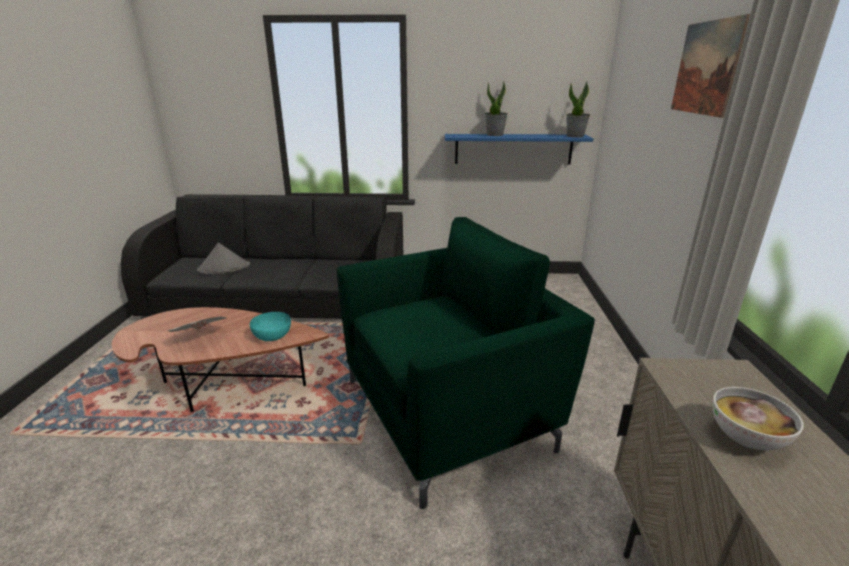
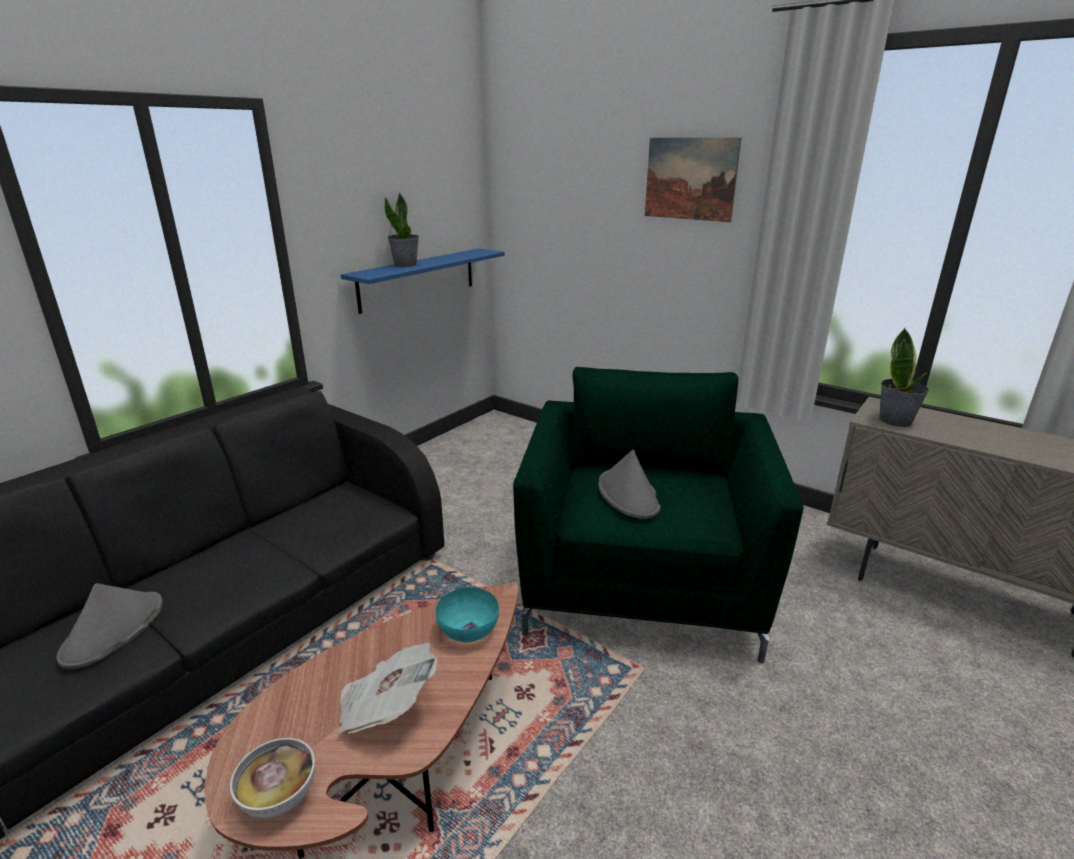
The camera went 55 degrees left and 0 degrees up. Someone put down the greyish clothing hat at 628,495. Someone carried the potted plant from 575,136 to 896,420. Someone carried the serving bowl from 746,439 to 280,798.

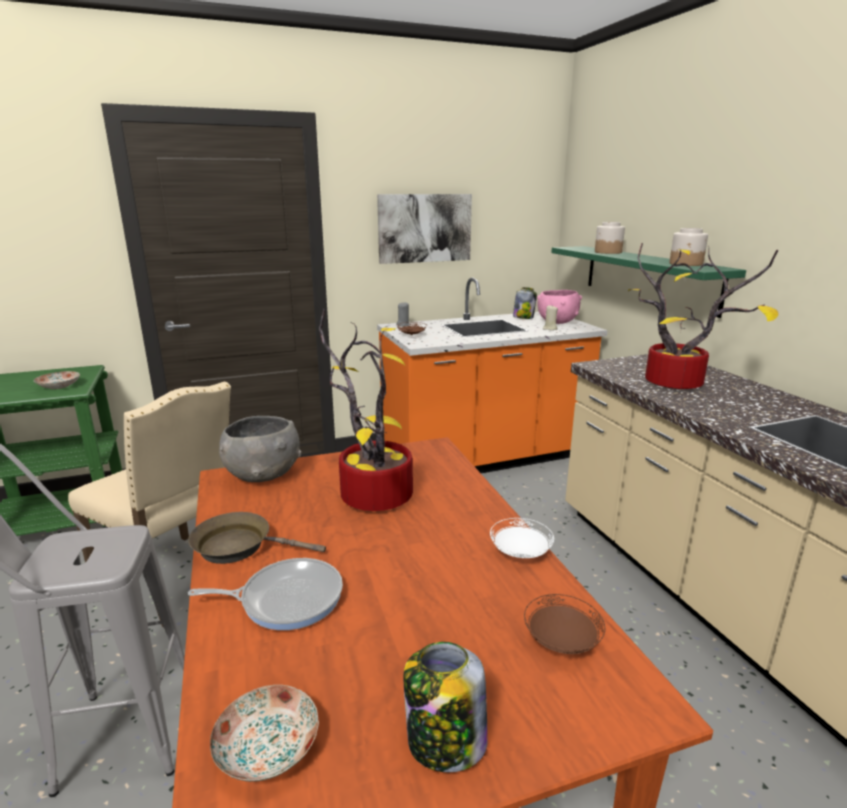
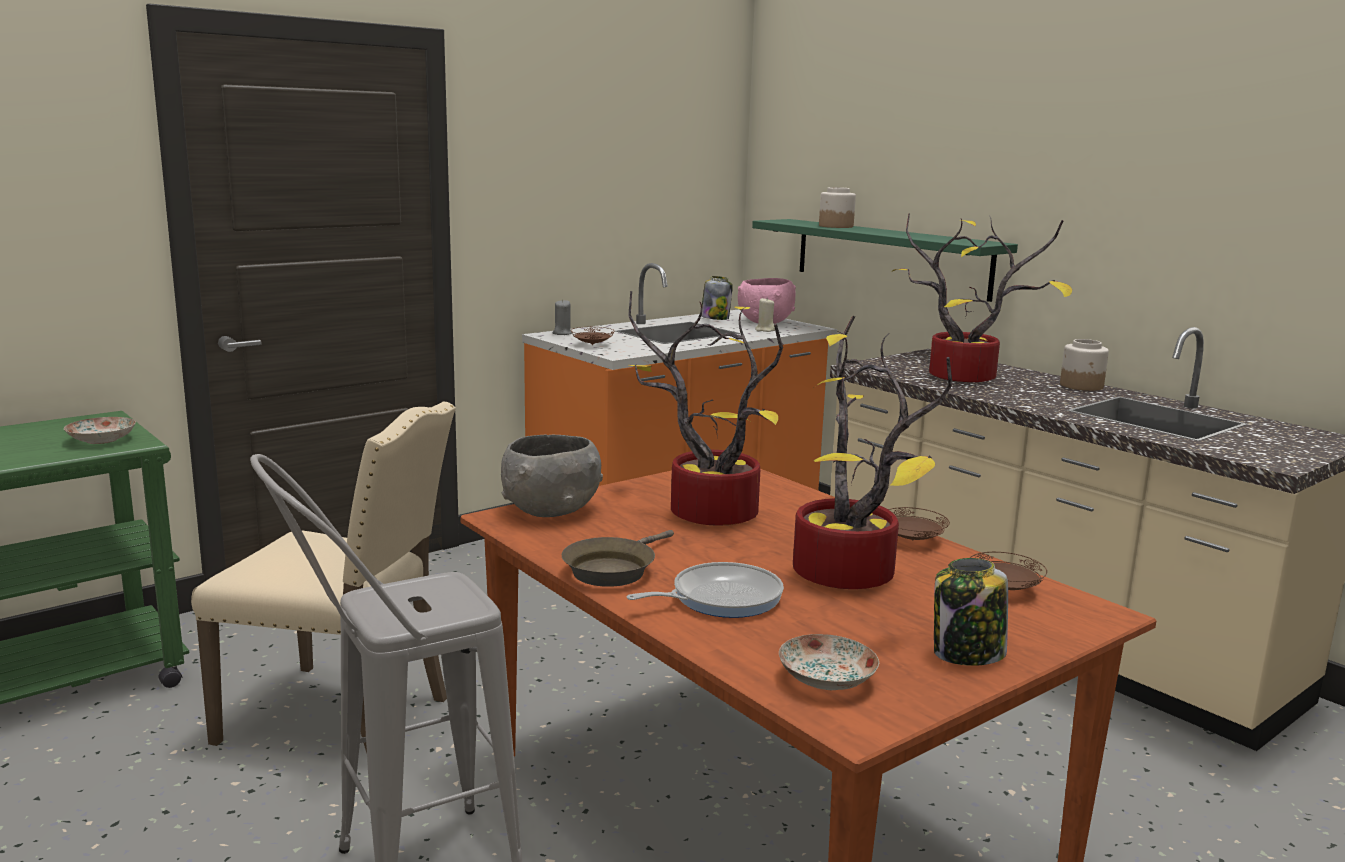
The camera went 20 degrees left and 5 degrees down. Someone took away the wall picture at 424,228. Someone put down the potted plant at 852,577. Someone carried the jar from 686,264 to 1082,386. Someone repainted the white-coloured dinner plate at 520,553, which became the brown dinner plate at 912,540. Someone rotated the brown pan at 239,546 by 45 degrees counterclockwise.

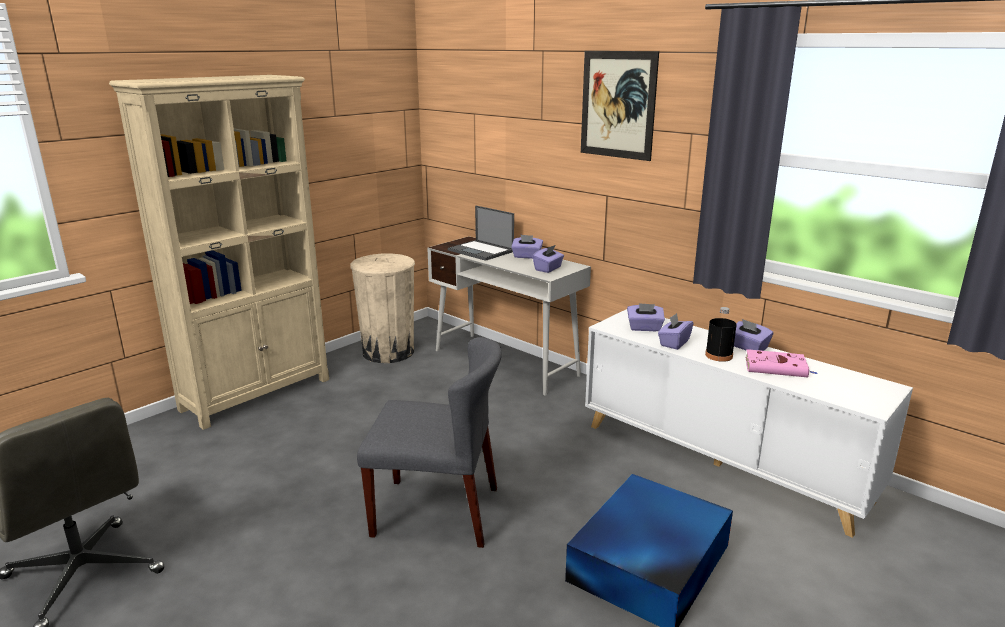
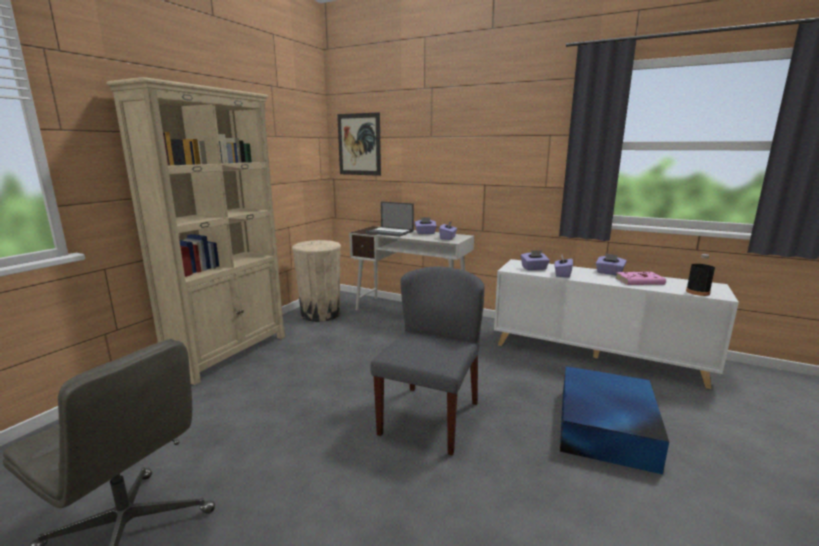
The camera went 15 degrees left and 5 degrees down. Someone carried the wall picture from 618,105 to 359,144. Someone carried the blackish beverage bottle from 718,355 to 697,292. Someone rotated the greyish chair at 437,511 by 60 degrees counterclockwise.

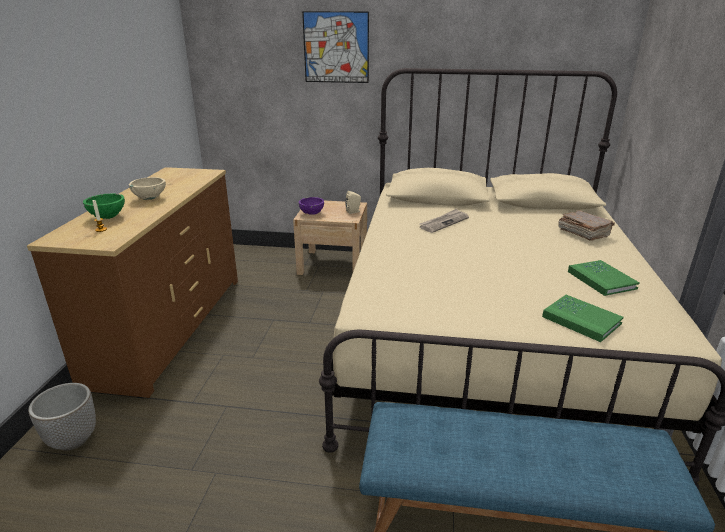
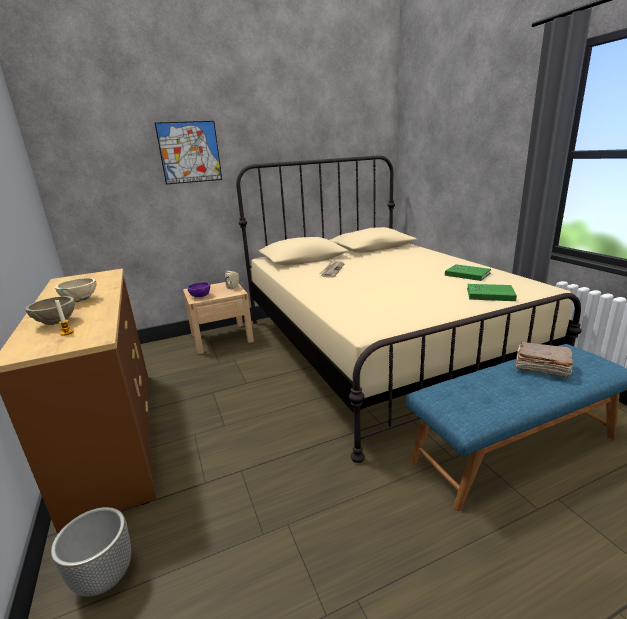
The camera went 30 degrees left and 5 degrees down. Someone carried the brown book from 583,233 to 541,367. Someone repainted the greenish serving bowl at 108,217, which became the sand-coloured serving bowl at 57,323.

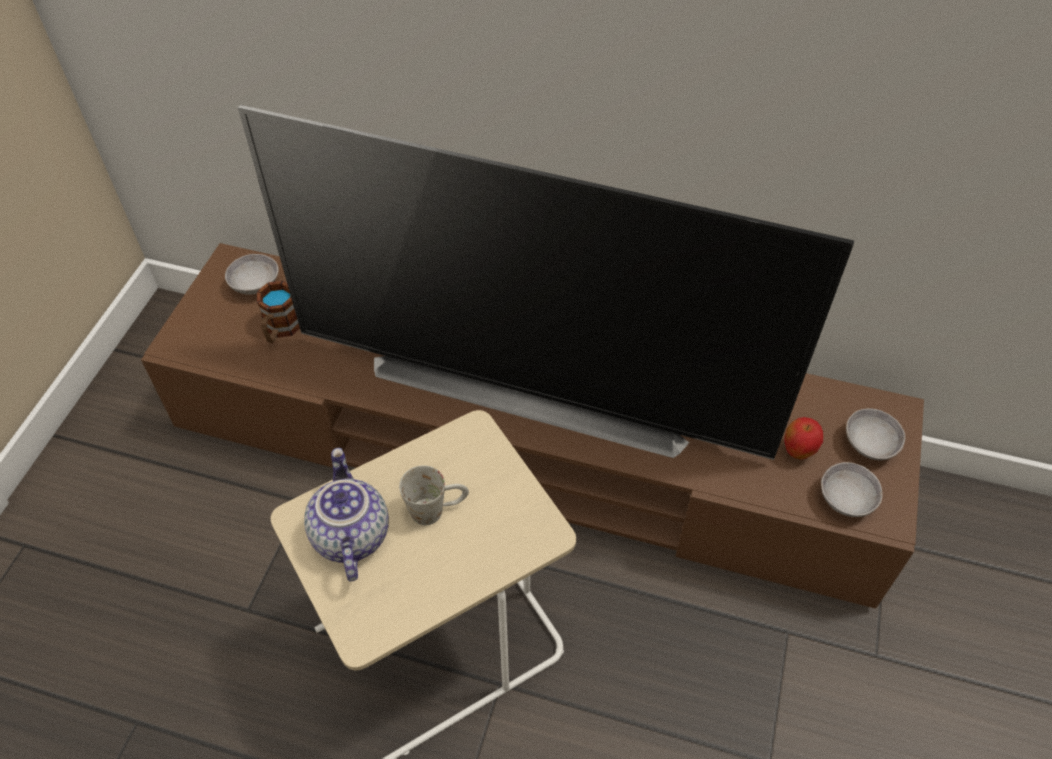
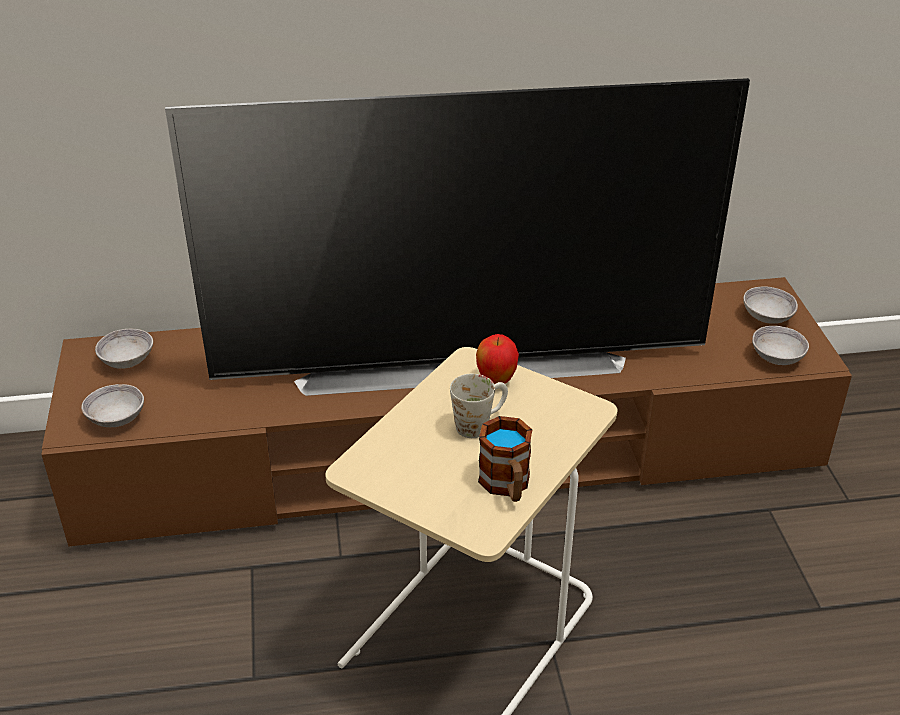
The camera went 25 degrees left and 15 degrees down. Someone took away the pot for tea at 349,535. Someone put down the greyish serving bowl at 116,419. Someone carried the coffee mug from 280,329 to 507,486. Someone carried the apple from 797,452 to 496,381.

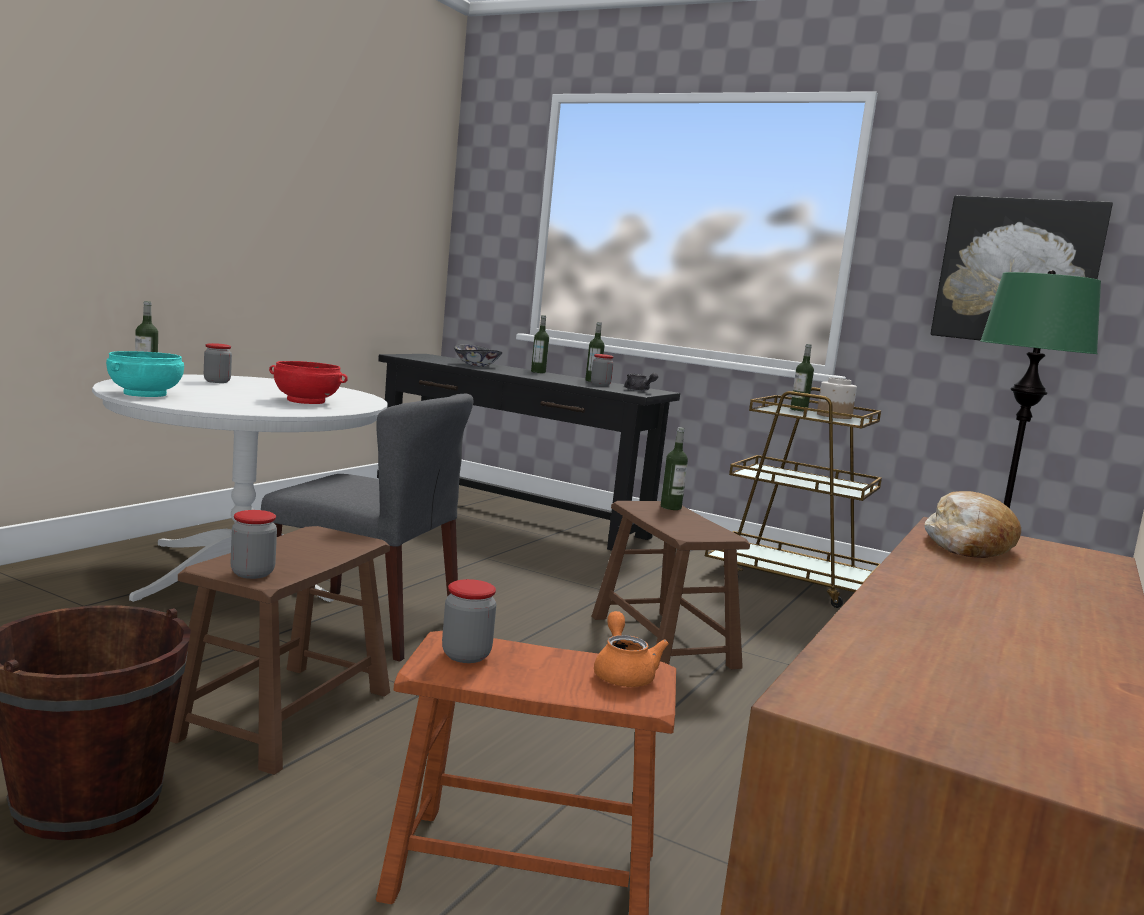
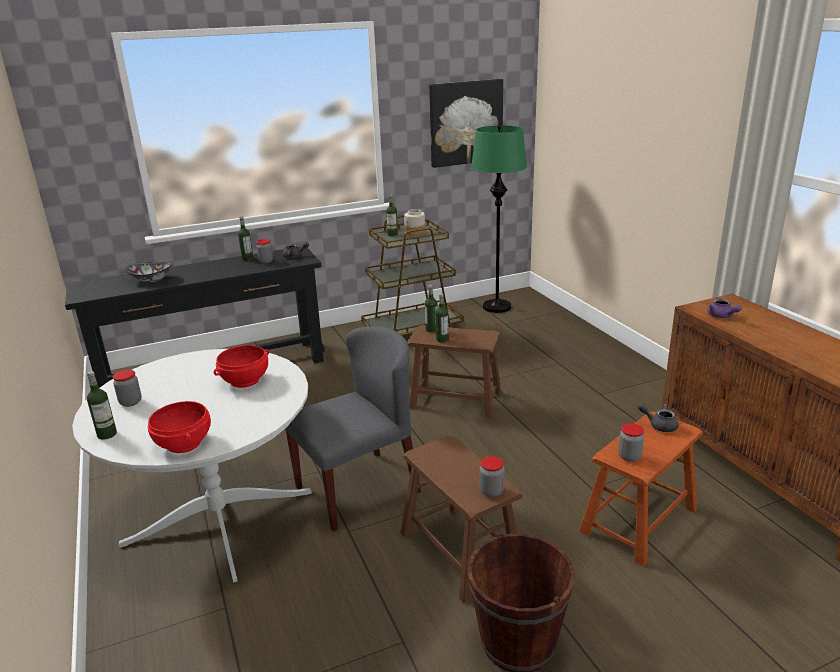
The camera went 50 degrees left and 15 degrees up. Someone carried the beverage bottle from 538,372 to 442,340. Someone swapped the bakery bread at 968,546 for the purple pot for tea at 722,316. Someone repainted the turquoise serving bowl at 145,394, which became the red-coloured serving bowl at 185,443. Someone repainted the orange-coloured pot for tea at 623,673, which became the greyish pot for tea at 659,425.

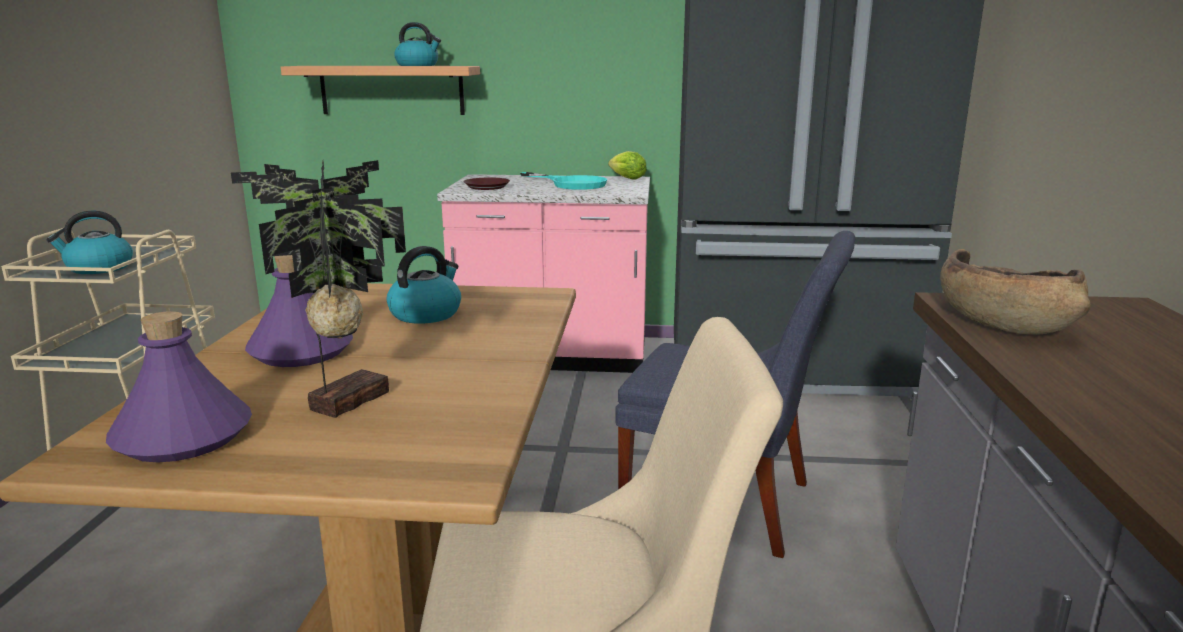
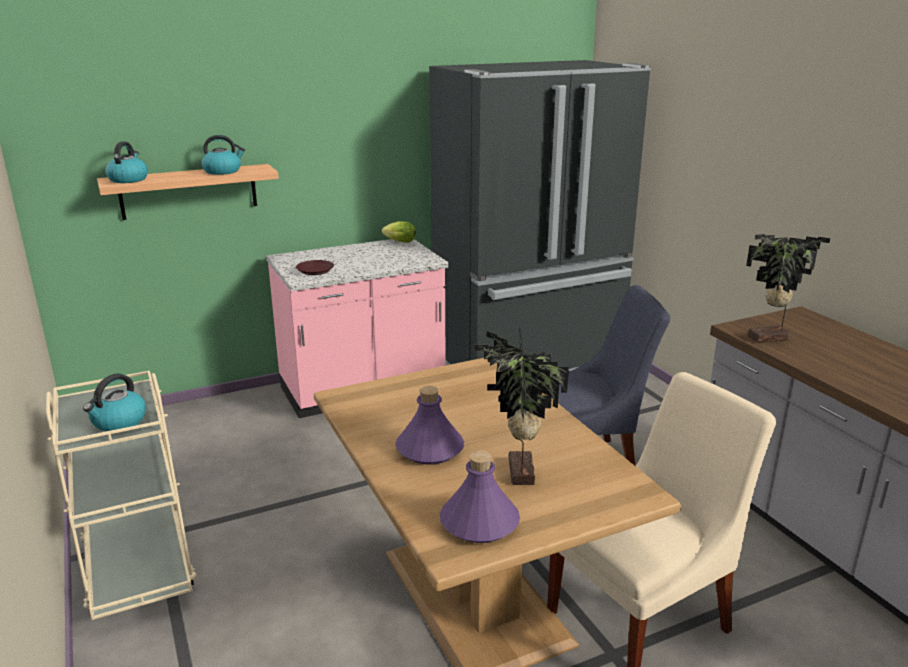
The camera went 30 degrees left and 5 degrees up. Someone took away the turquoise pan at 571,184. Someone carried the tea kettle from 426,314 to 128,179. Someone swapped the brown serving bowl at 1002,322 for the potted plant at 770,339.

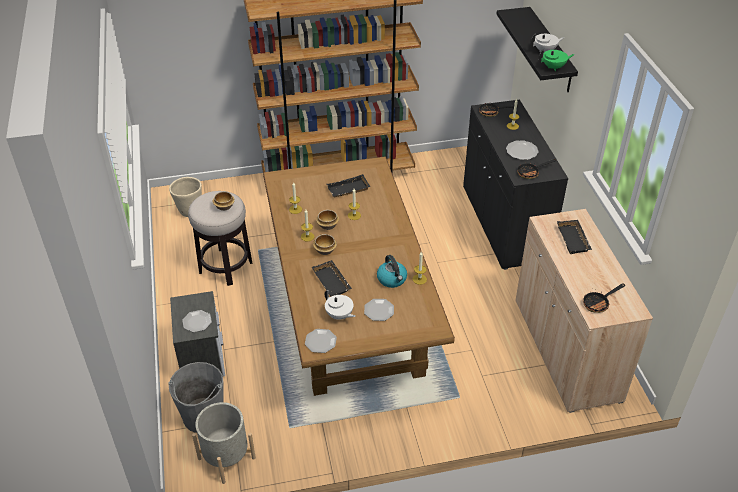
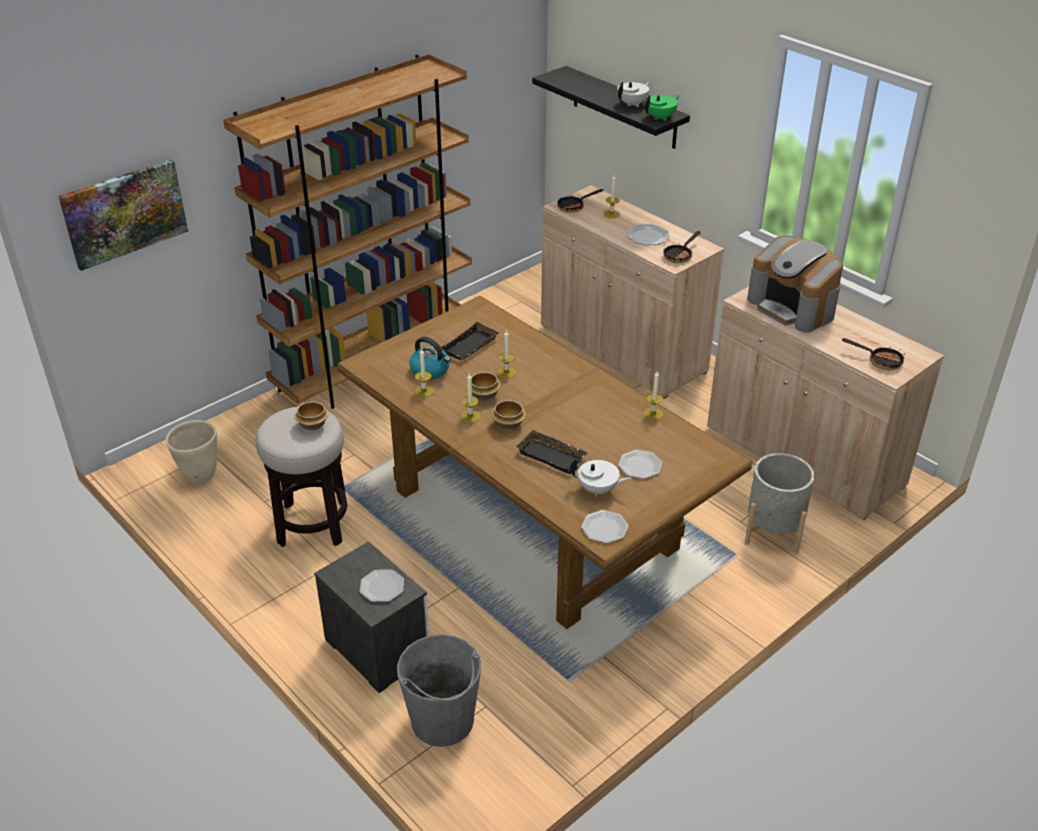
The camera went 30 degrees left and 5 degrees down. Someone put up the wall picture at 124,213. Someone carried the greyish flower pot from 226,458 to 773,531. Someone carried the tea kettle from 392,279 to 431,370. Someone swapped the blackish carrying tray at 574,240 for the coffee brewer at 792,307. Someone repainted the blackish cupboard at 504,224, which became the sand-coloured cupboard at 622,349. Someone rotated the pan at 598,303 by 90 degrees counterclockwise.

